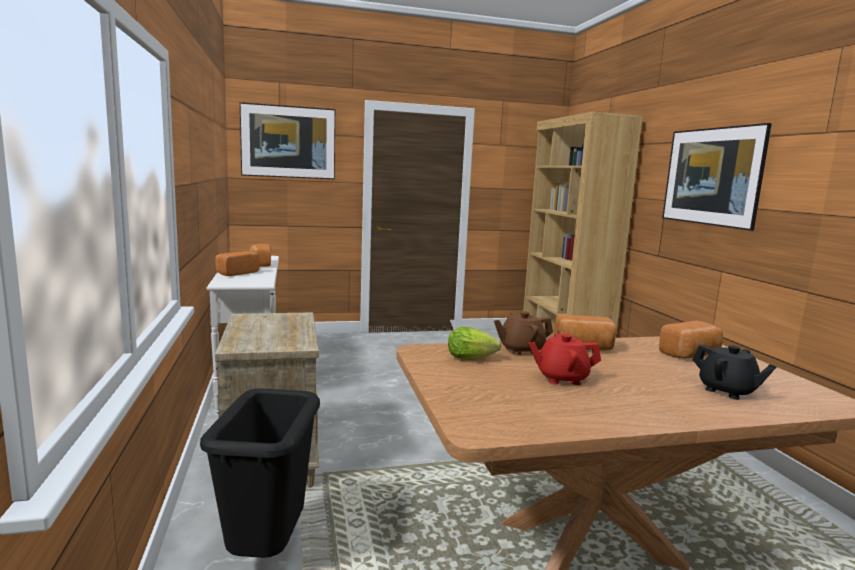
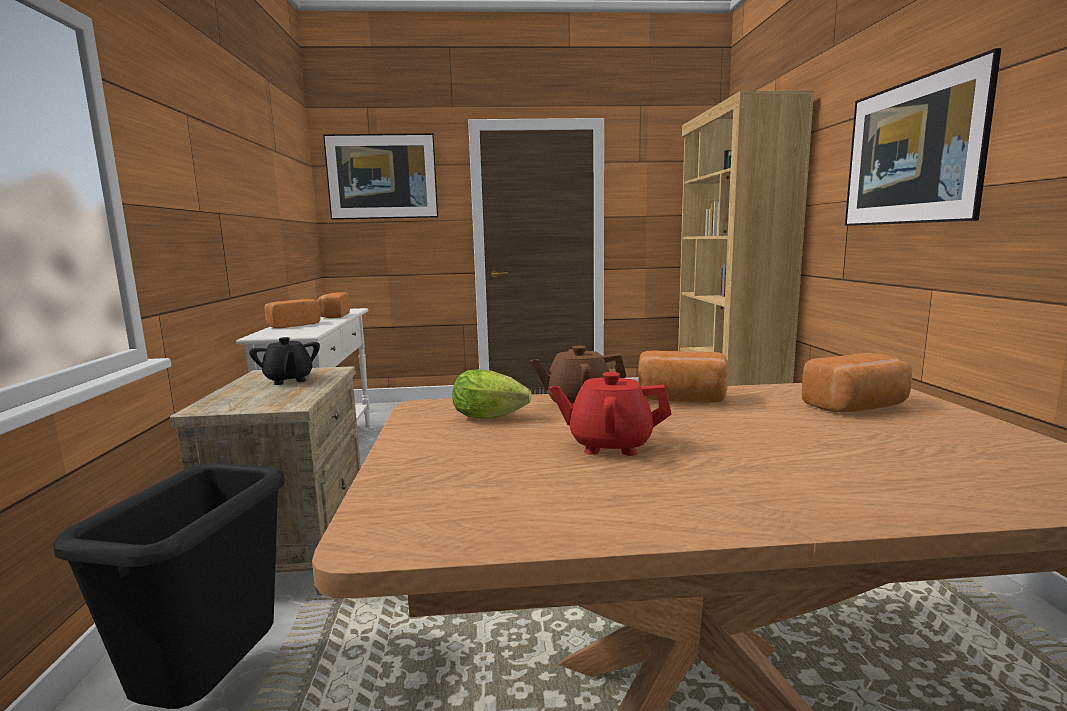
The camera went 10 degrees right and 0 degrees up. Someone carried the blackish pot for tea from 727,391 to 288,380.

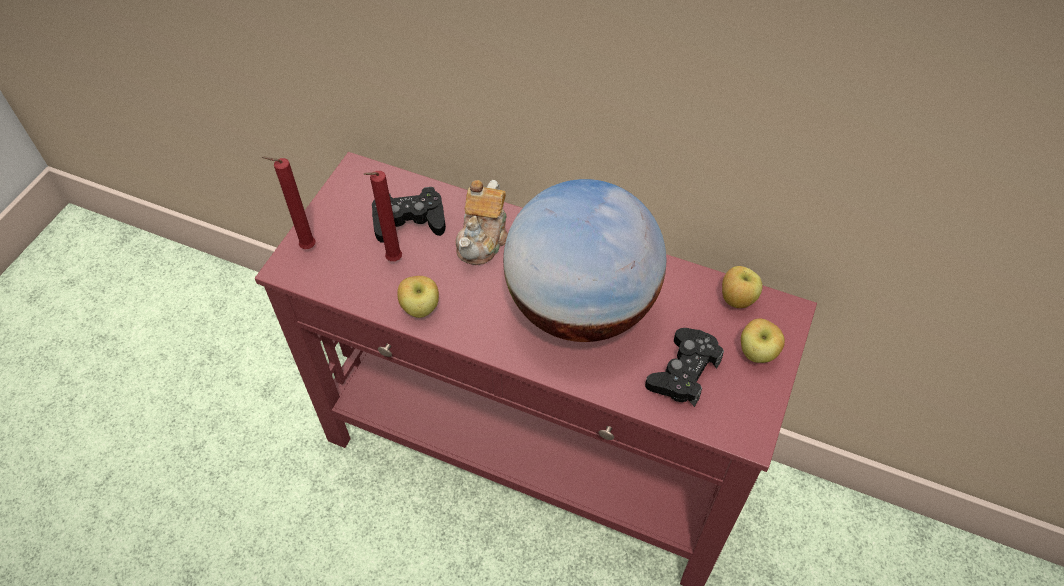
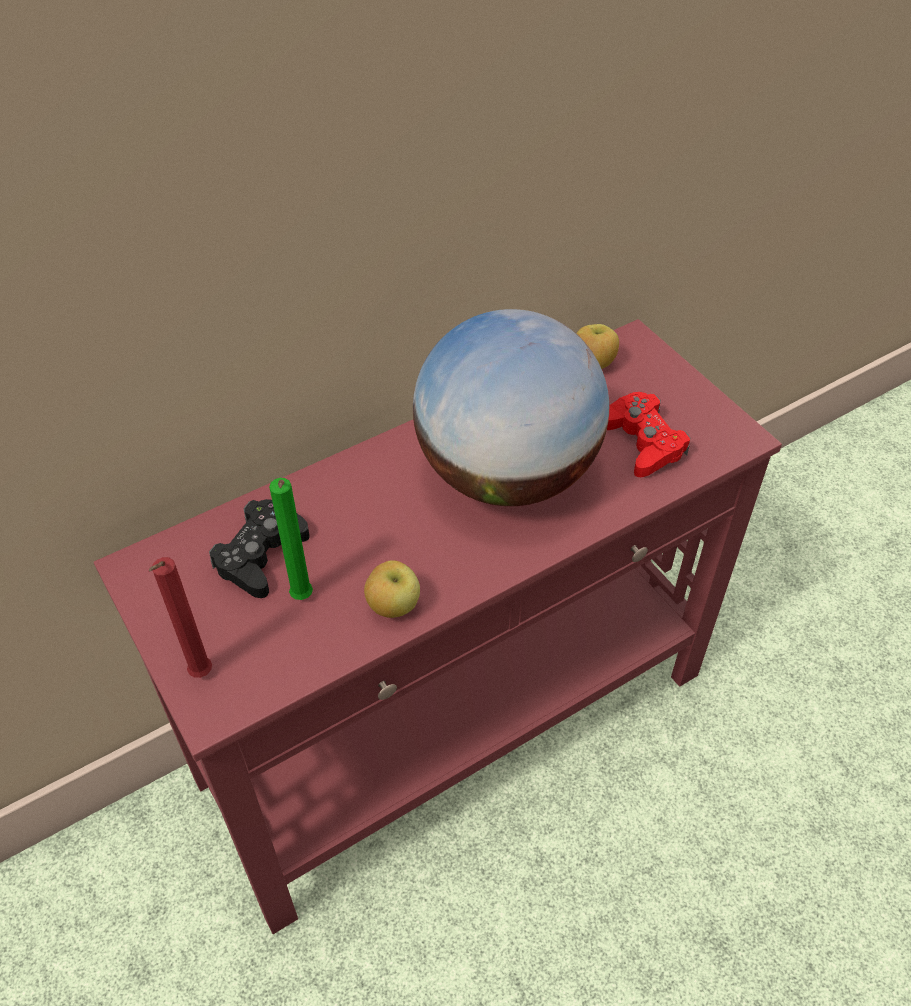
The camera went 55 degrees left and 5 degrees down. Someone took away the pot for tea at 483,238. Someone took away the apple at 757,353. Someone repainted the red-coloured candle at 392,260, which became the greenish candle at 302,599. Someone repainted the blackish game controller at 683,372, which became the red-coloured game controller at 643,442.

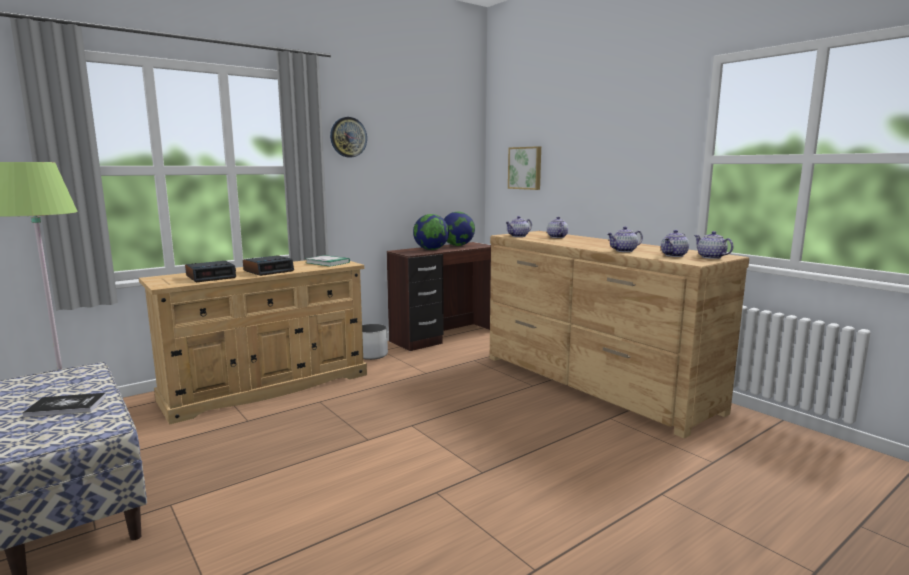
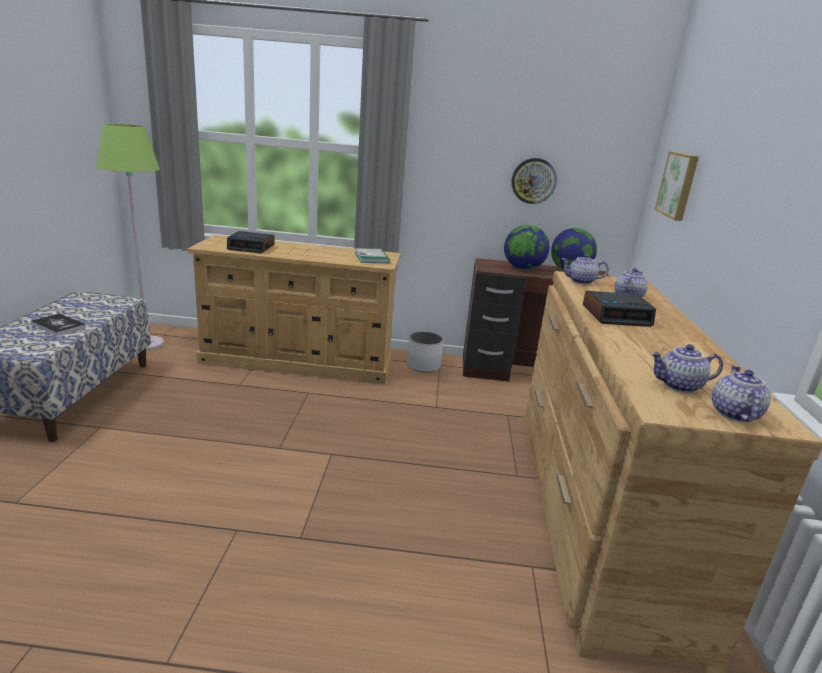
The camera went 40 degrees right and 10 degrees up. Someone took away the pot for tea at 624,251. Someone carried the bedside clock from 269,271 to 616,316. Someone carried the wall clock from 348,137 to 533,181.

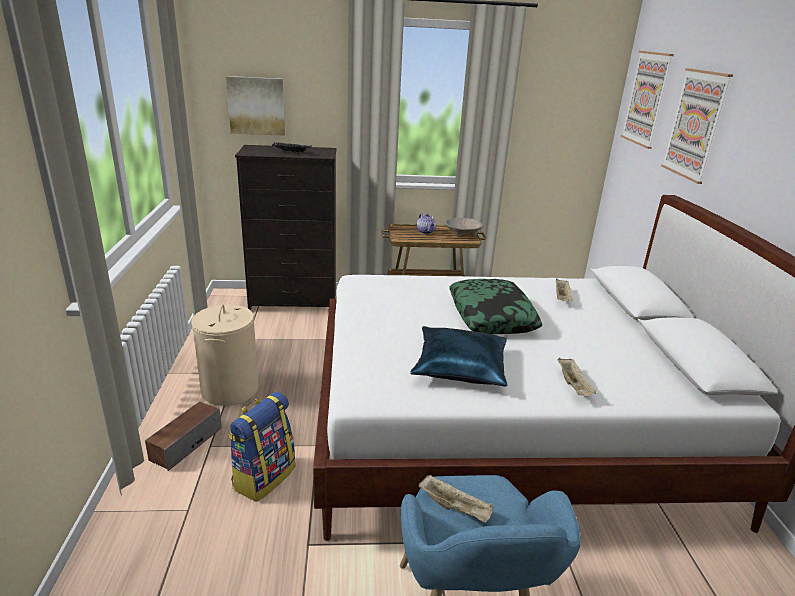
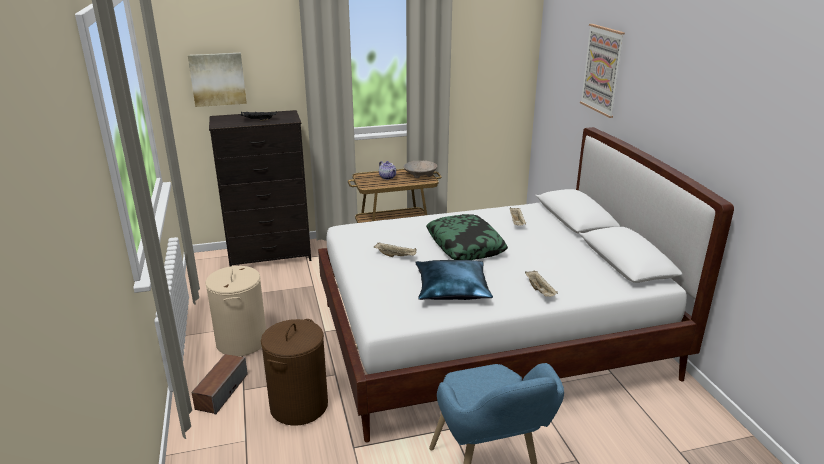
The camera went 10 degrees left and 0 degrees up. Someone took away the wall picture at 646,98. Someone carried the sand-coloured carrying tray from 455,508 to 396,256. Someone swapped the backpack at 263,477 for the brown hamper at 299,405.

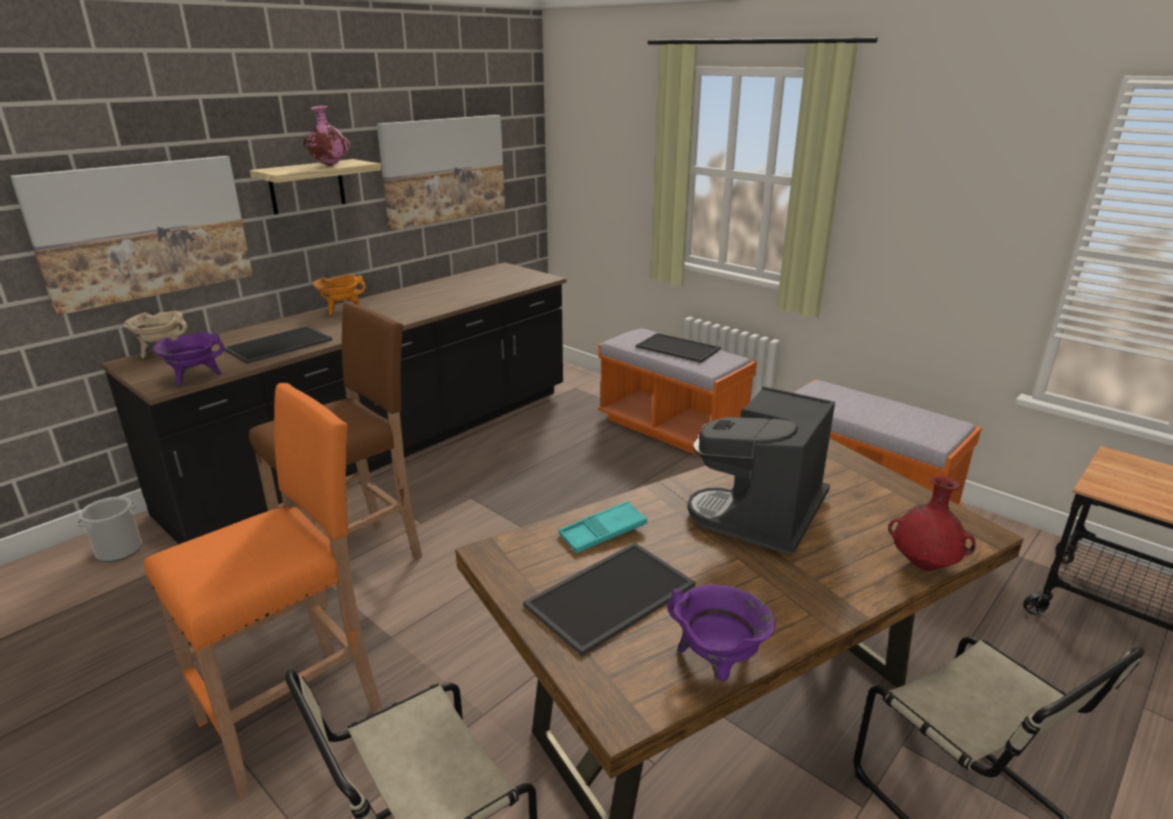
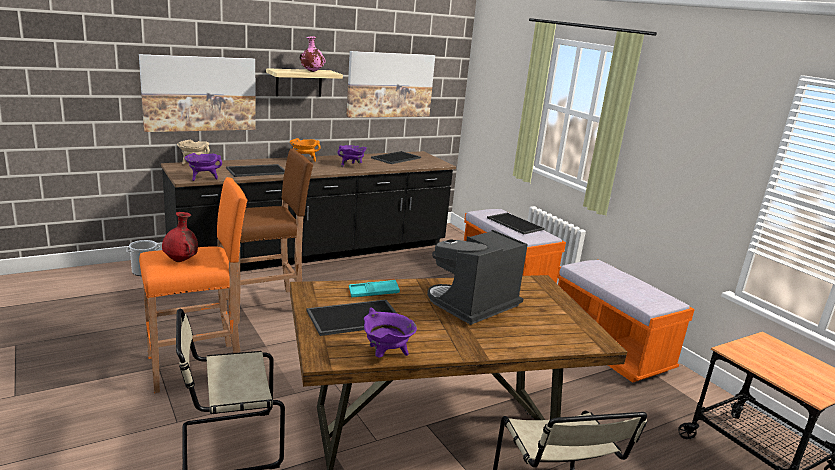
The camera went 15 degrees right and 5 degrees down. Someone put down the purple saucepot at 352,166. Someone put down the carrying tray at 396,158. Someone carried the red-coloured flower vase from 924,565 to 181,261.

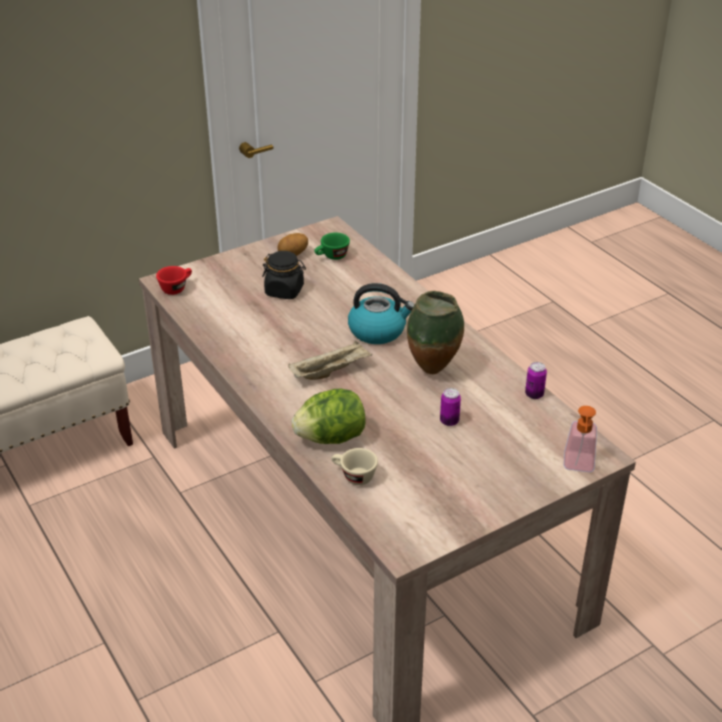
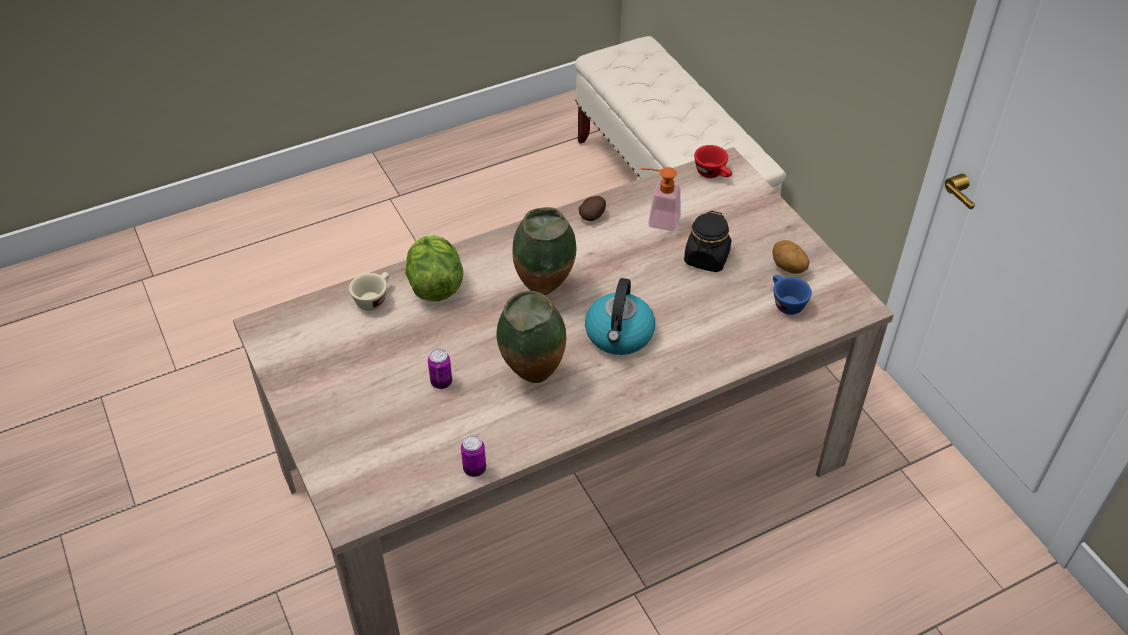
The camera went 95 degrees right and 10 degrees up. Someone put down the spud at 593,216. Someone carried the soap bottle from 578,467 to 658,220. Someone swapped the sand-coloured carrying tray at 330,371 for the flower vase at 545,290. Someone repainted the greenish cup at 331,257, which became the blue-coloured cup at 785,303.

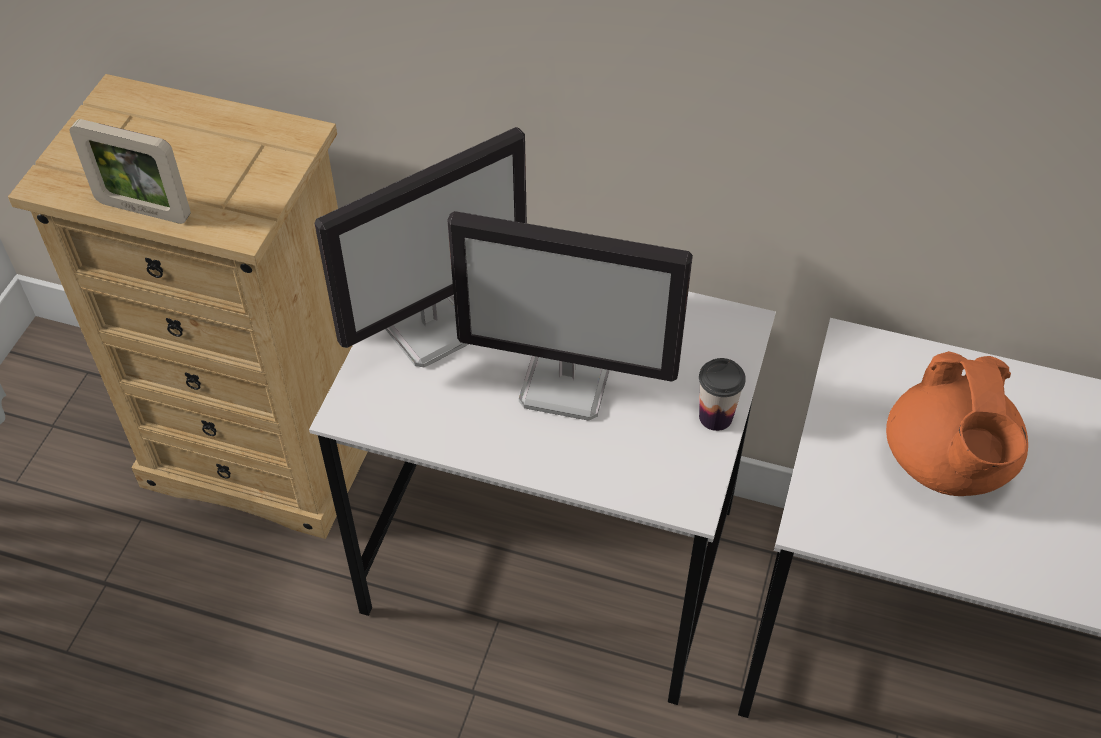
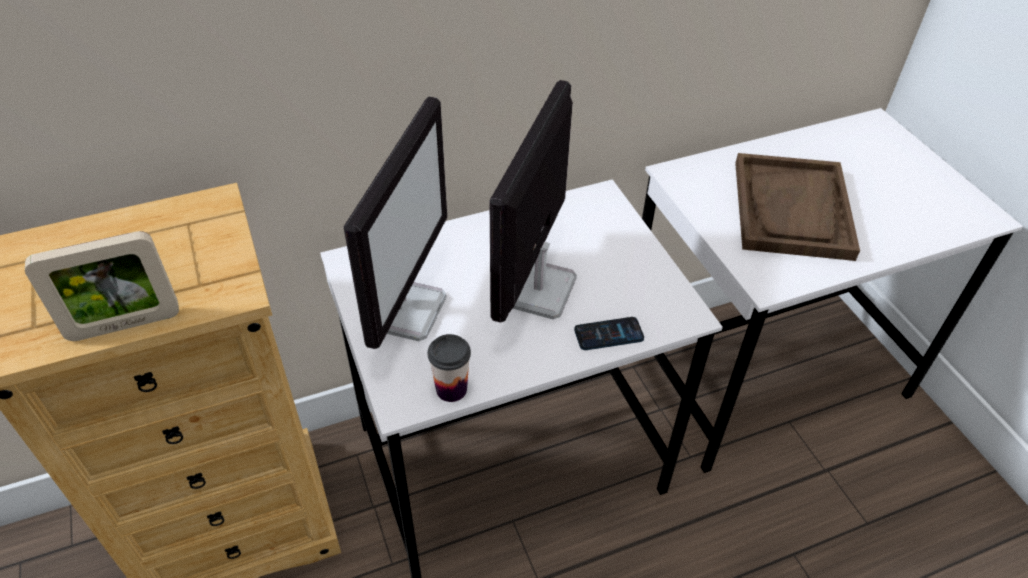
The camera went 40 degrees left and 5 degrees down. Someone put down the handset at 608,334. Someone carried the cup from 715,417 to 451,389. Someone swapped the orange-coloured pot for tea at 947,464 for the brown carrying tray at 792,209. Someone rotated the computer screen at 567,383 by 135 degrees clockwise.

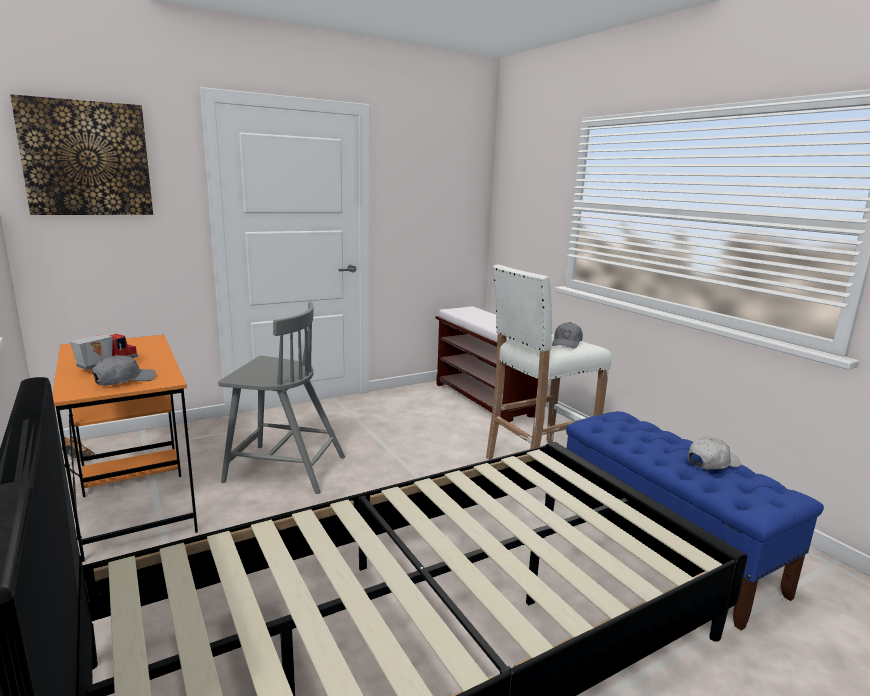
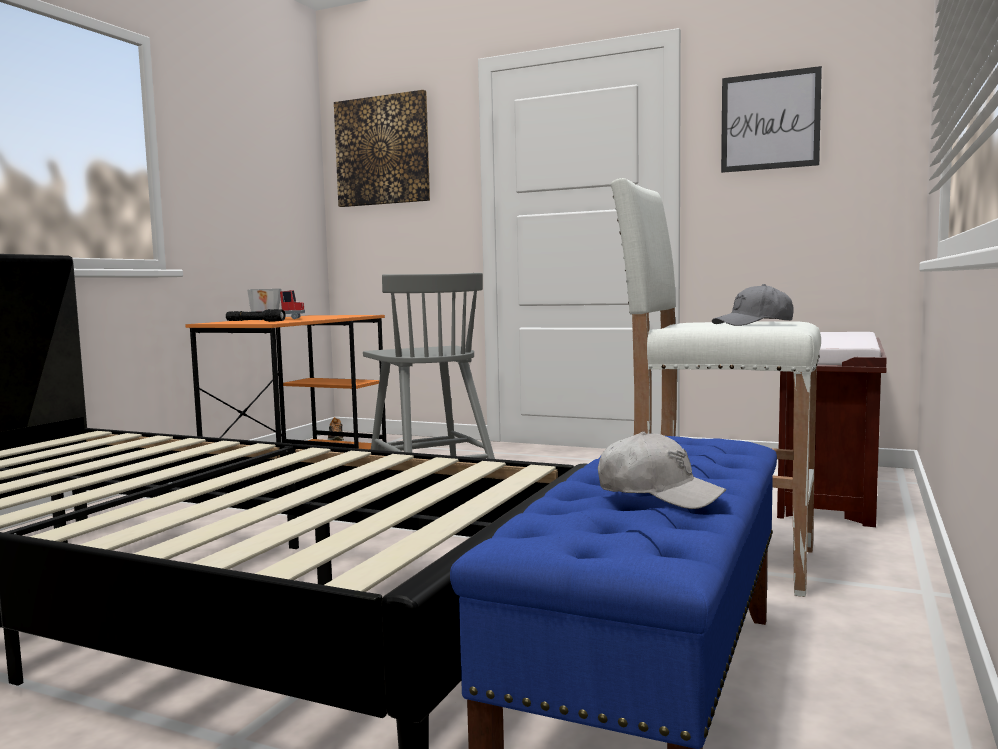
The camera went 55 degrees right and 10 degrees down. Someone put up the wall picture at 770,121. Someone swapped the greyish baseball cap at 124,380 for the blackish hand torch at 255,321.

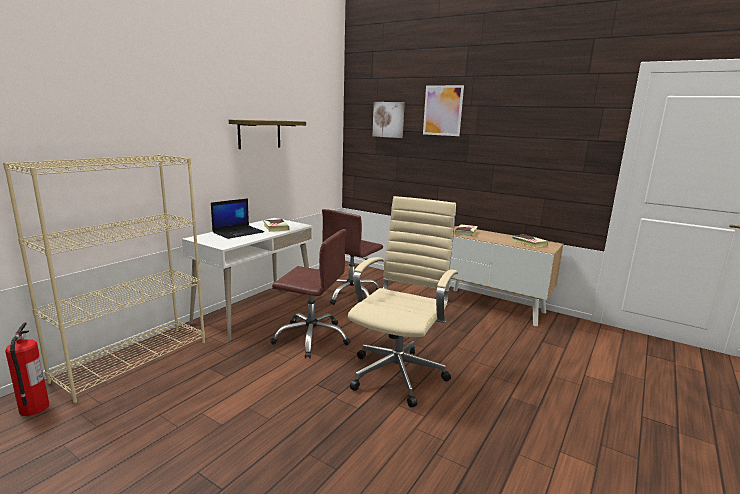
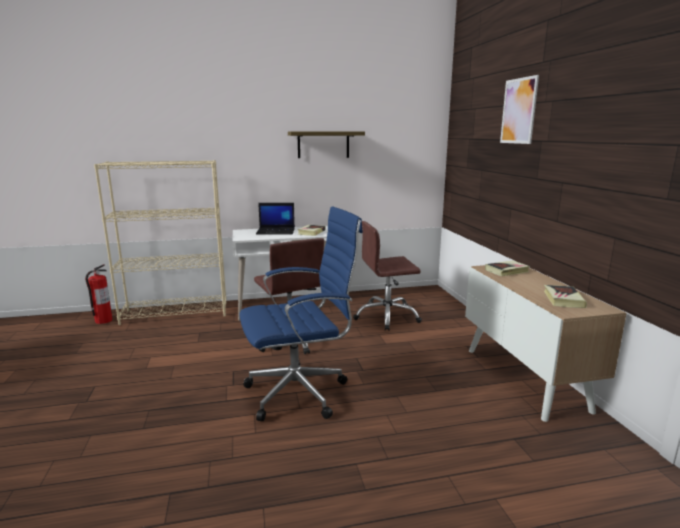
The camera went 45 degrees right and 0 degrees up. Someone took away the wall picture at 388,119. Someone repainted the sand-coloured computer chair at 399,373, which became the blue-coloured computer chair at 301,392.

